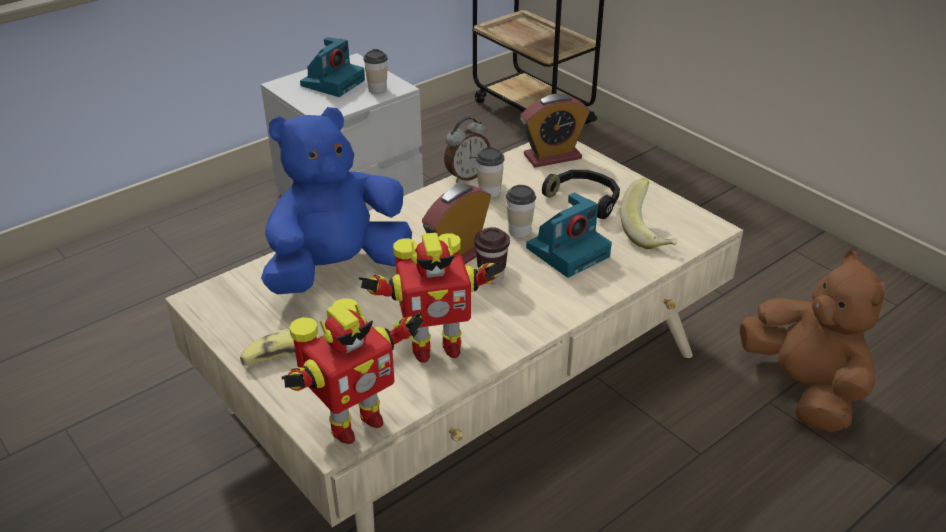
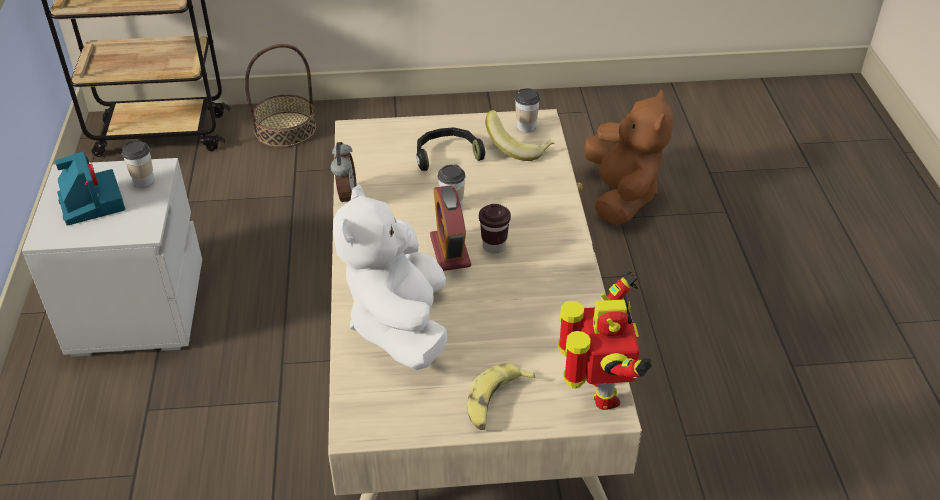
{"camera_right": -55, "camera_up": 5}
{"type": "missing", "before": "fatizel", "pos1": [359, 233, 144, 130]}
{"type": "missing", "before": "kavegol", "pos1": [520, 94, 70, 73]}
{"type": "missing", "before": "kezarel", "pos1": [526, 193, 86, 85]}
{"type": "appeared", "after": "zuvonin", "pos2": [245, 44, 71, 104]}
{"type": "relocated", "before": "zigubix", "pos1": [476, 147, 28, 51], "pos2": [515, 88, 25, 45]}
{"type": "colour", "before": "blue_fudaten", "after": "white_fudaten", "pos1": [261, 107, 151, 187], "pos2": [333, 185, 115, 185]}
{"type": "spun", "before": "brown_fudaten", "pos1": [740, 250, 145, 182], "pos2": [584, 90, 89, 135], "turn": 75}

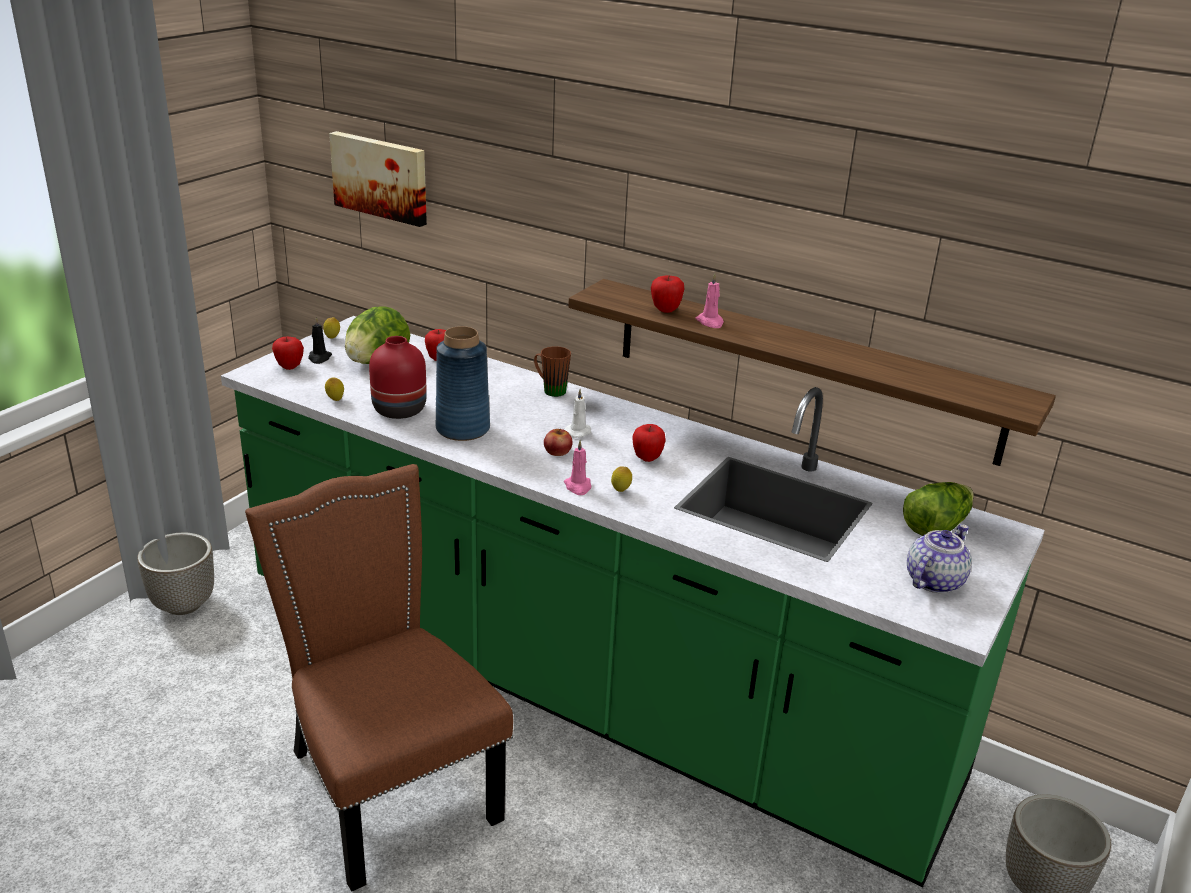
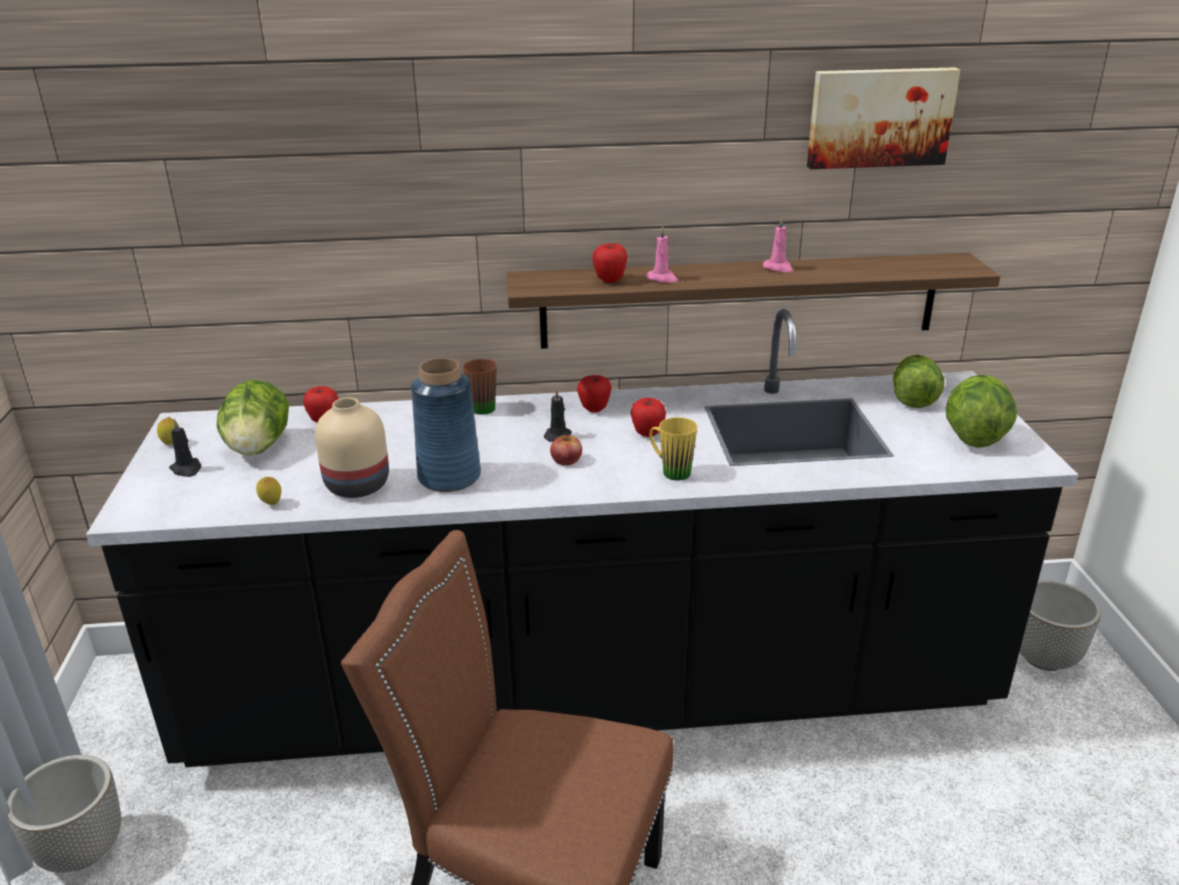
{"camera_right": -35, "camera_up": 0}
{"type": "relocated", "before": "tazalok", "pos1": [272, 337, 32, 33], "pos2": [577, 375, 34, 38]}
{"type": "relocated", "before": "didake", "pos1": [329, 131, 98, 96], "pos2": [807, 67, 153, 102]}
{"type": "relocated", "before": "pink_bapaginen", "pos1": [564, 440, 27, 55], "pos2": [763, 217, 30, 55]}
{"type": "exchanged", "before": "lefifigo", "after": "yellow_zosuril", "pos1": [611, 467, 21, 25], "pos2": [649, 417, 49, 63]}
{"type": "exchanged", "before": "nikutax", "after": "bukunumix", "pos1": [907, 524, 65, 69], "pos2": [946, 374, 71, 74]}
{"type": "colour", "before": "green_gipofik", "after": "black_gipofik", "pos1": [221, 316, 824, 571], "pos2": [86, 309, 992, 458]}
{"type": "colour", "before": "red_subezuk", "after": "beige_subezuk", "pos1": [369, 336, 58, 83], "pos2": [315, 397, 74, 101]}
{"type": "colour", "before": "white_bapaginen", "after": "black_bapaginen", "pos1": [564, 389, 27, 49], "pos2": [544, 388, 27, 53]}

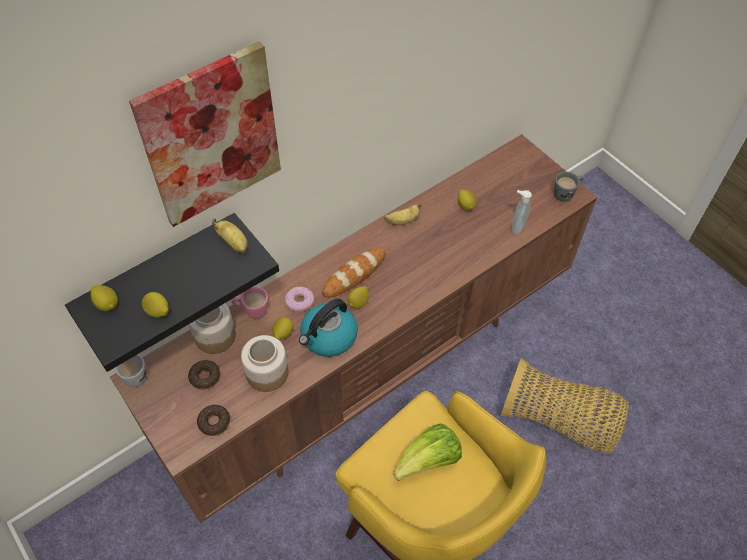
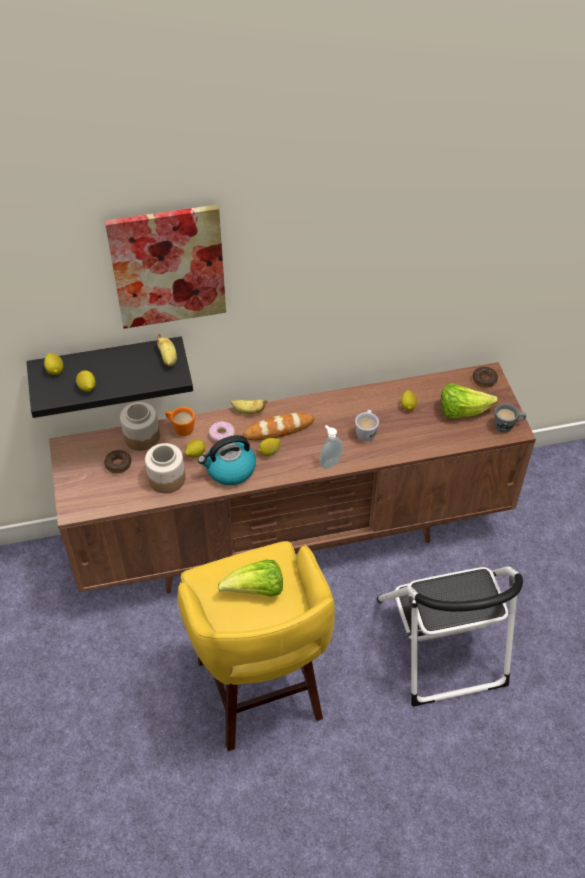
{"camera_right": 25, "camera_up": -5}
{"type": "appeared", "after": "bukunumix", "pos2": [441, 383, 57, 36]}
{"type": "relocated", "before": "white_zosuril", "pos1": [115, 354, 32, 33], "pos2": [355, 410, 24, 32]}
{"type": "relocated", "before": "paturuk", "pos1": [197, 405, 33, 31], "pos2": [472, 367, 26, 21]}
{"type": "relocated", "before": "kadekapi", "pos1": [384, 203, 38, 22], "pos2": [230, 400, 37, 14]}
{"type": "relocated", "before": "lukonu", "pos1": [512, 190, 20, 44], "pos2": [320, 425, 23, 44]}
{"type": "exchanged", "before": "zuvonin", "after": "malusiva", "pos1": [501, 358, 128, 95], "pos2": [377, 567, 146, 139]}
{"type": "colour", "before": "pink_zosuril", "after": "orange_zosuril", "pos1": [231, 287, 37, 32], "pos2": [165, 407, 30, 29]}

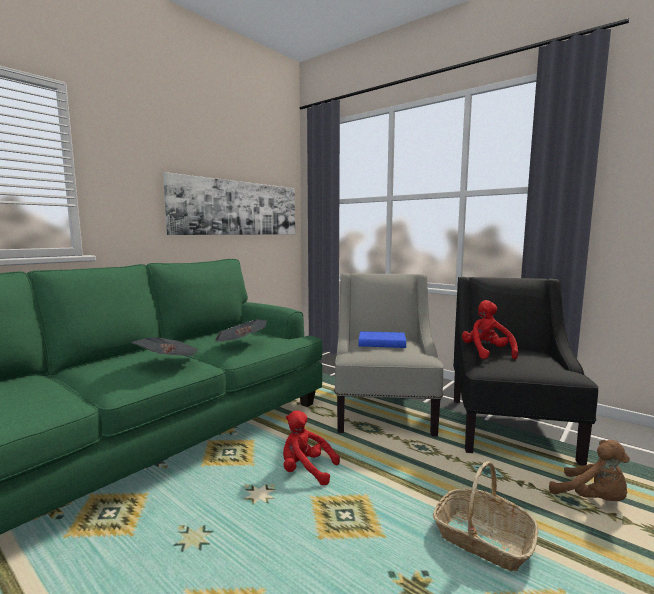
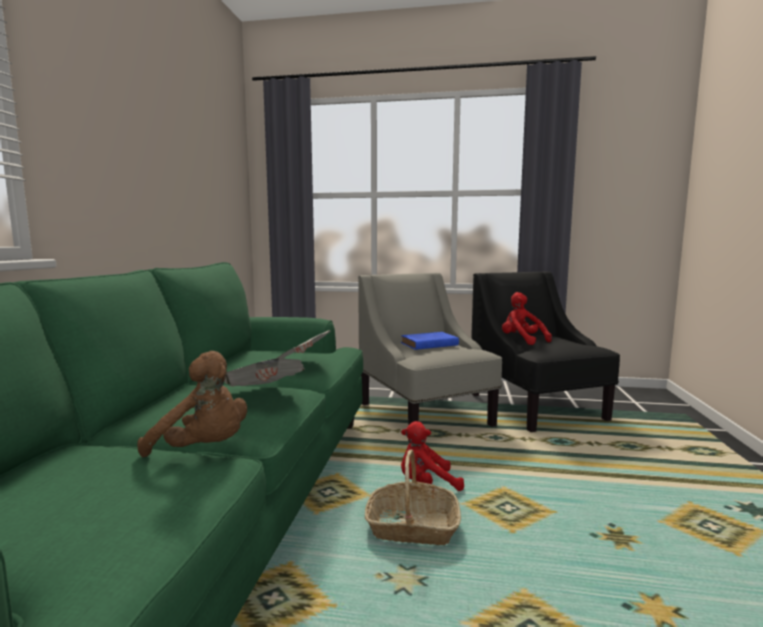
{"camera_right": -30, "camera_up": 0}
{"type": "missing", "before": "didake", "pos1": [163, 172, 132, 63]}
{"type": "relocated", "before": "zuvonin", "pos1": [433, 461, 105, 110], "pos2": [365, 449, 96, 96]}
{"type": "relocated", "before": "brown_fudaten", "pos1": [549, 440, 81, 61], "pos2": [137, 351, 110, 106]}

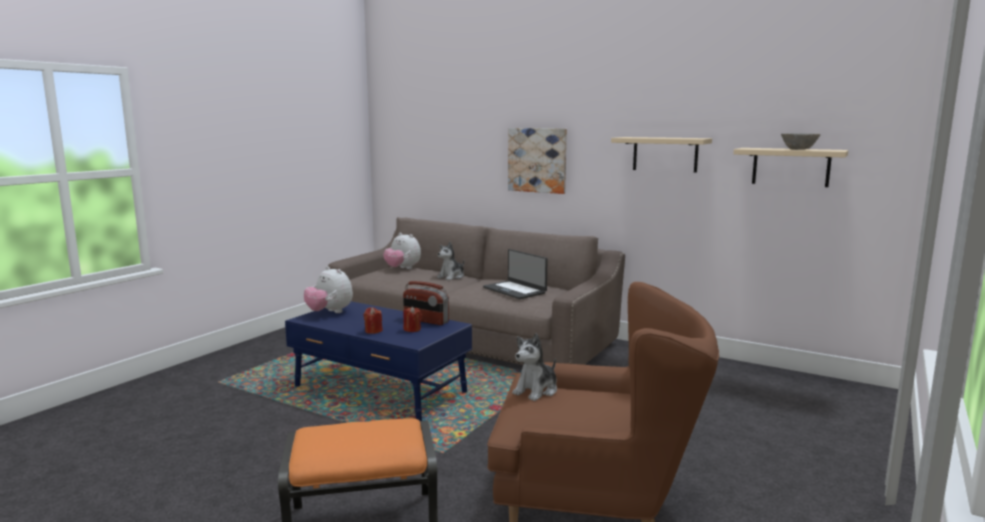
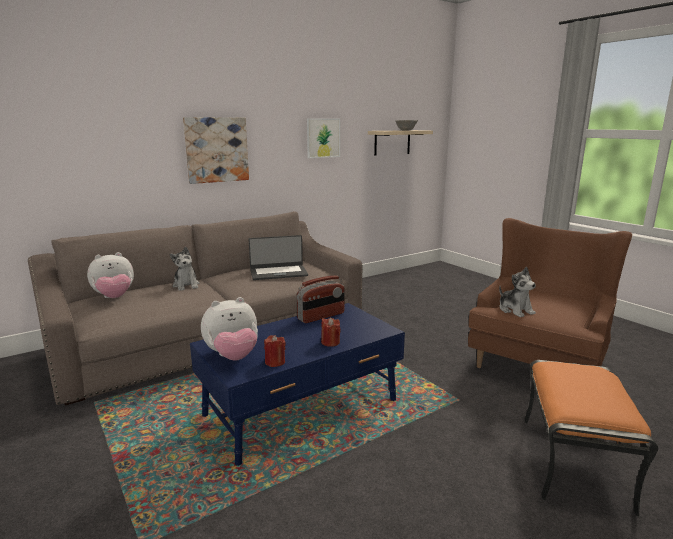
{"camera_right": -65, "camera_up": 5}
{"type": "relocated", "before": "red_bapaginen", "pos1": [403, 307, 19, 25], "pos2": [264, 335, 22, 32]}
{"type": "exchanged", "before": "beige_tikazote", "after": "didake", "pos1": [611, 137, 101, 36], "pos2": [307, 118, 33, 40]}

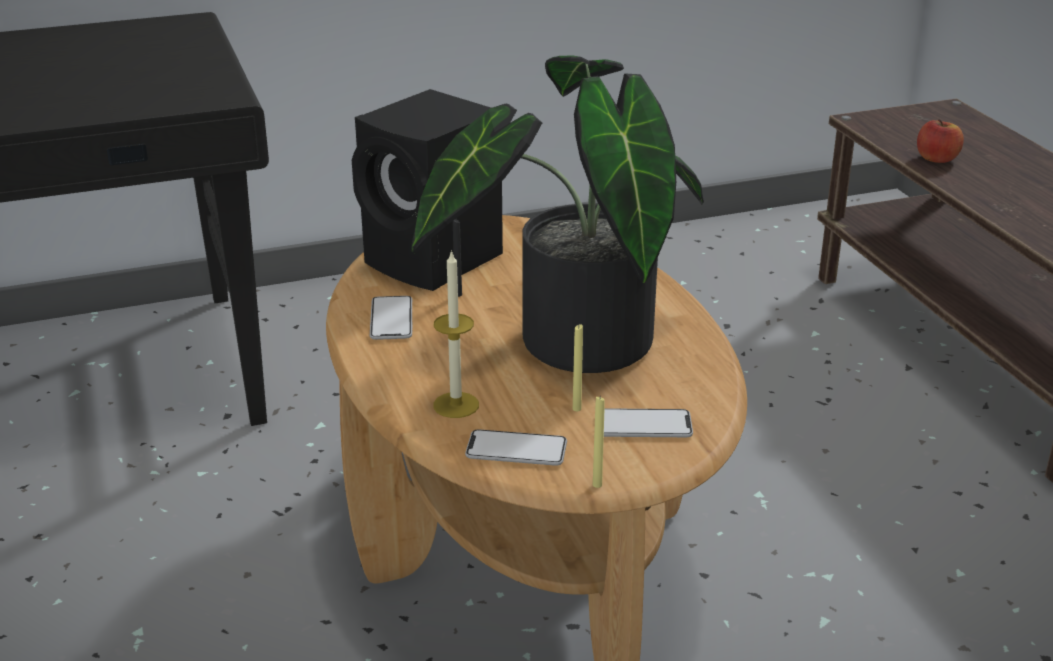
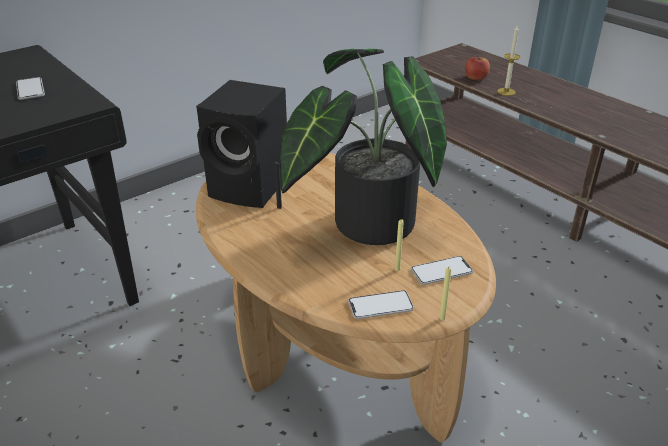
{"camera_right": -20, "camera_up": 5}
{"type": "relocated", "before": "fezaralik", "pos1": [370, 296, 42, 44], "pos2": [16, 77, 29, 23]}
{"type": "relocated", "before": "bapaginen", "pos1": [433, 250, 46, 168], "pos2": [497, 26, 23, 70]}

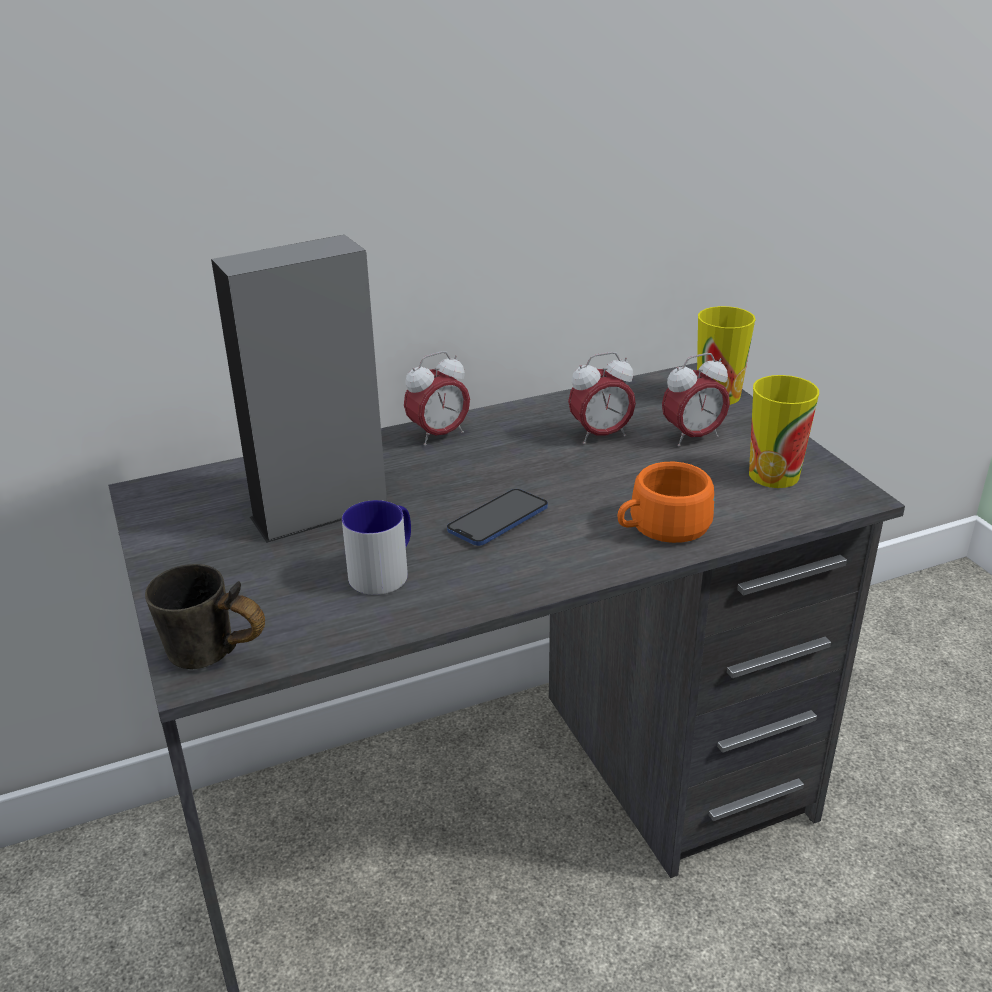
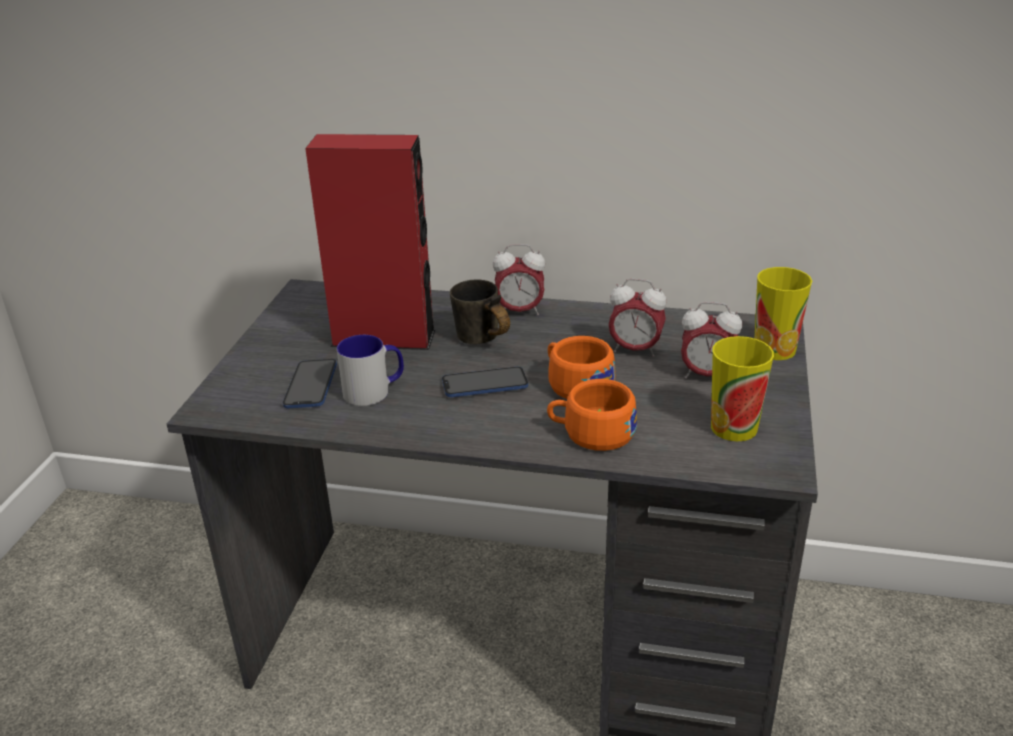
{"camera_right": 35, "camera_up": 0}
{"type": "appeared", "after": "fezaralik", "pos2": [283, 359, 54, 49]}
{"type": "appeared", "after": "orange_zigubix", "pos2": [548, 336, 67, 63]}
{"type": "relocated", "before": "grey_zosuril", "pos1": [145, 564, 120, 106], "pos2": [450, 279, 60, 65]}
{"type": "colour", "before": "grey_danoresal", "after": "red_danoresal", "pos1": [211, 235, 176, 308], "pos2": [305, 134, 130, 216]}

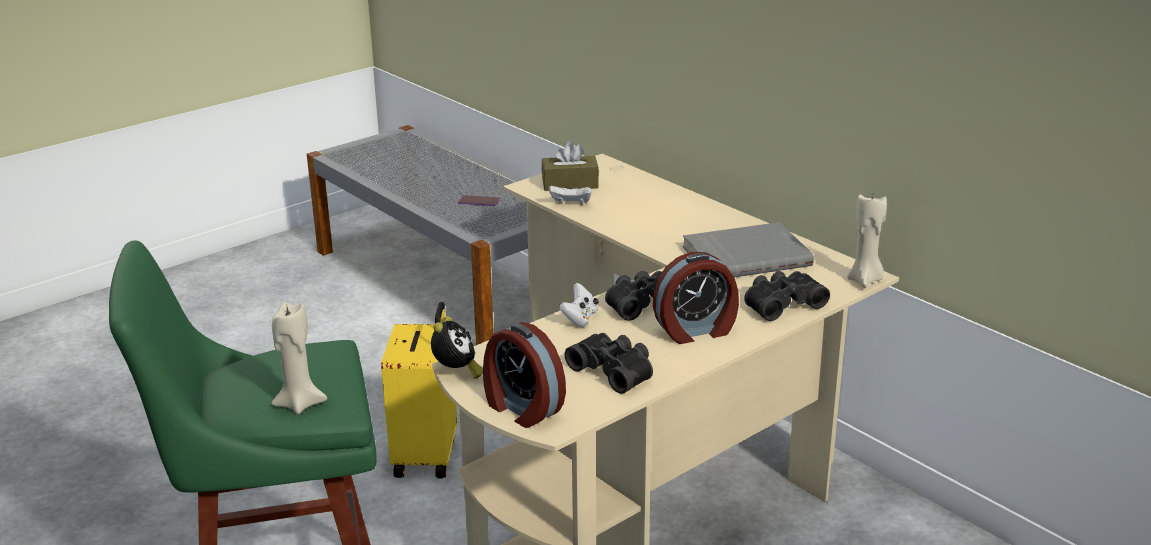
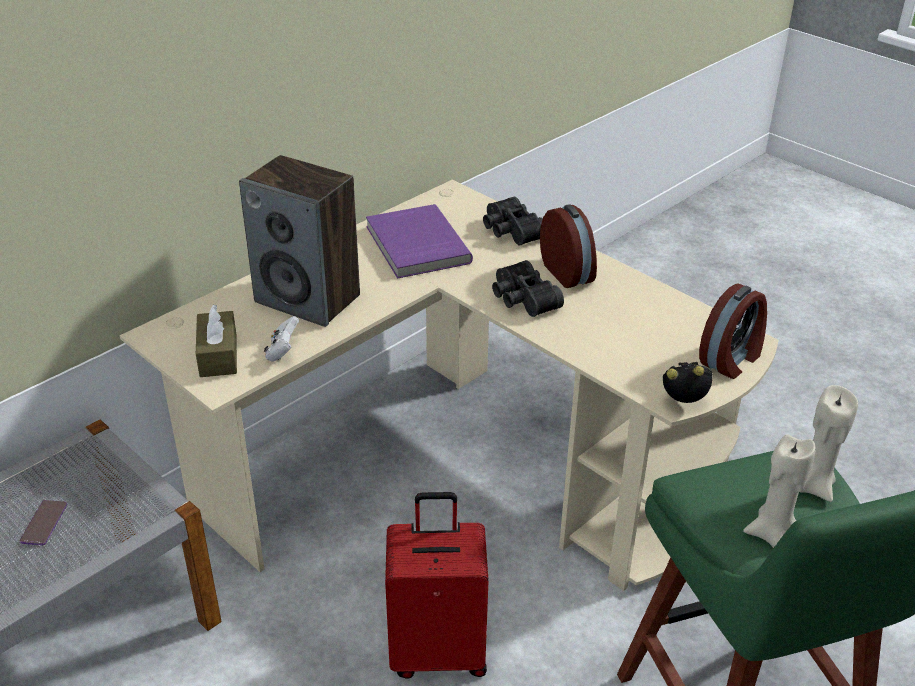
{"camera_right": -95, "camera_up": 10}
{"type": "missing", "before": "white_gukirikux", "pos1": [559, 283, 40, 44]}
{"type": "missing", "before": "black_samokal", "pos1": [565, 333, 88, 61]}
{"type": "appeared", "after": "danoresal", "pos2": [239, 155, 121, 172]}
{"type": "relocated", "before": "beige_bapaginen", "pos1": [847, 194, 40, 94], "pos2": [743, 434, 73, 114]}
{"type": "colour", "before": "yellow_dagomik", "after": "red_dagomik", "pos1": [381, 302, 76, 177], "pos2": [385, 492, 104, 187]}
{"type": "colour", "before": "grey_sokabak", "after": "purple_sokabak", "pos1": [683, 222, 131, 55], "pos2": [366, 204, 107, 75]}

